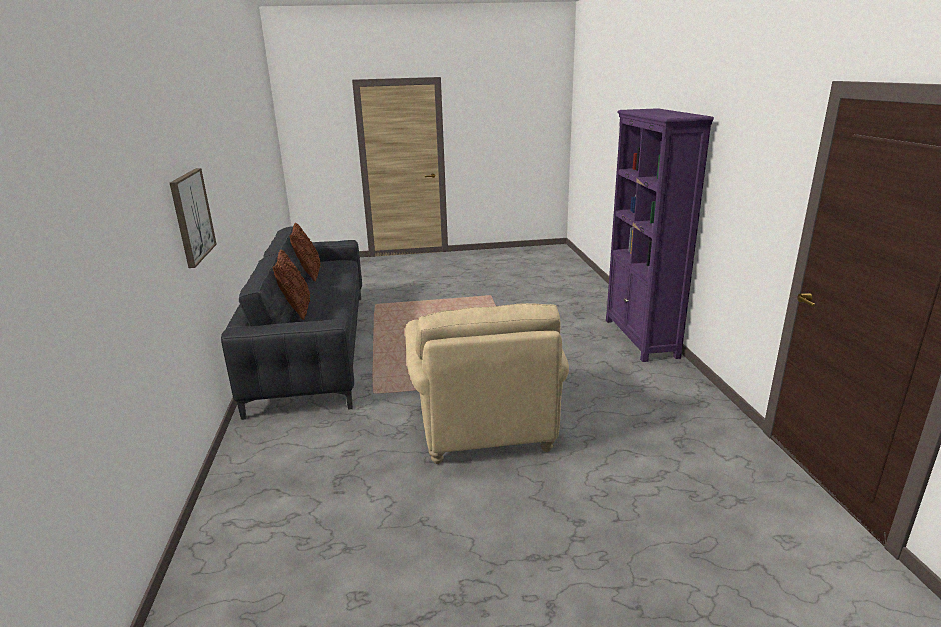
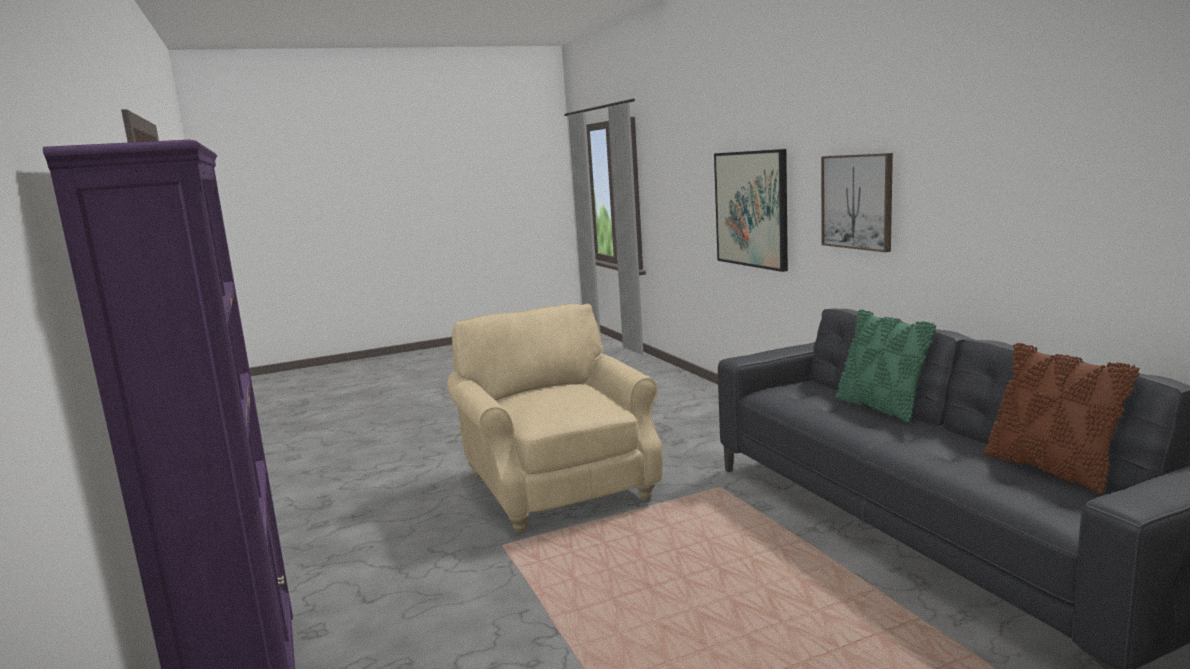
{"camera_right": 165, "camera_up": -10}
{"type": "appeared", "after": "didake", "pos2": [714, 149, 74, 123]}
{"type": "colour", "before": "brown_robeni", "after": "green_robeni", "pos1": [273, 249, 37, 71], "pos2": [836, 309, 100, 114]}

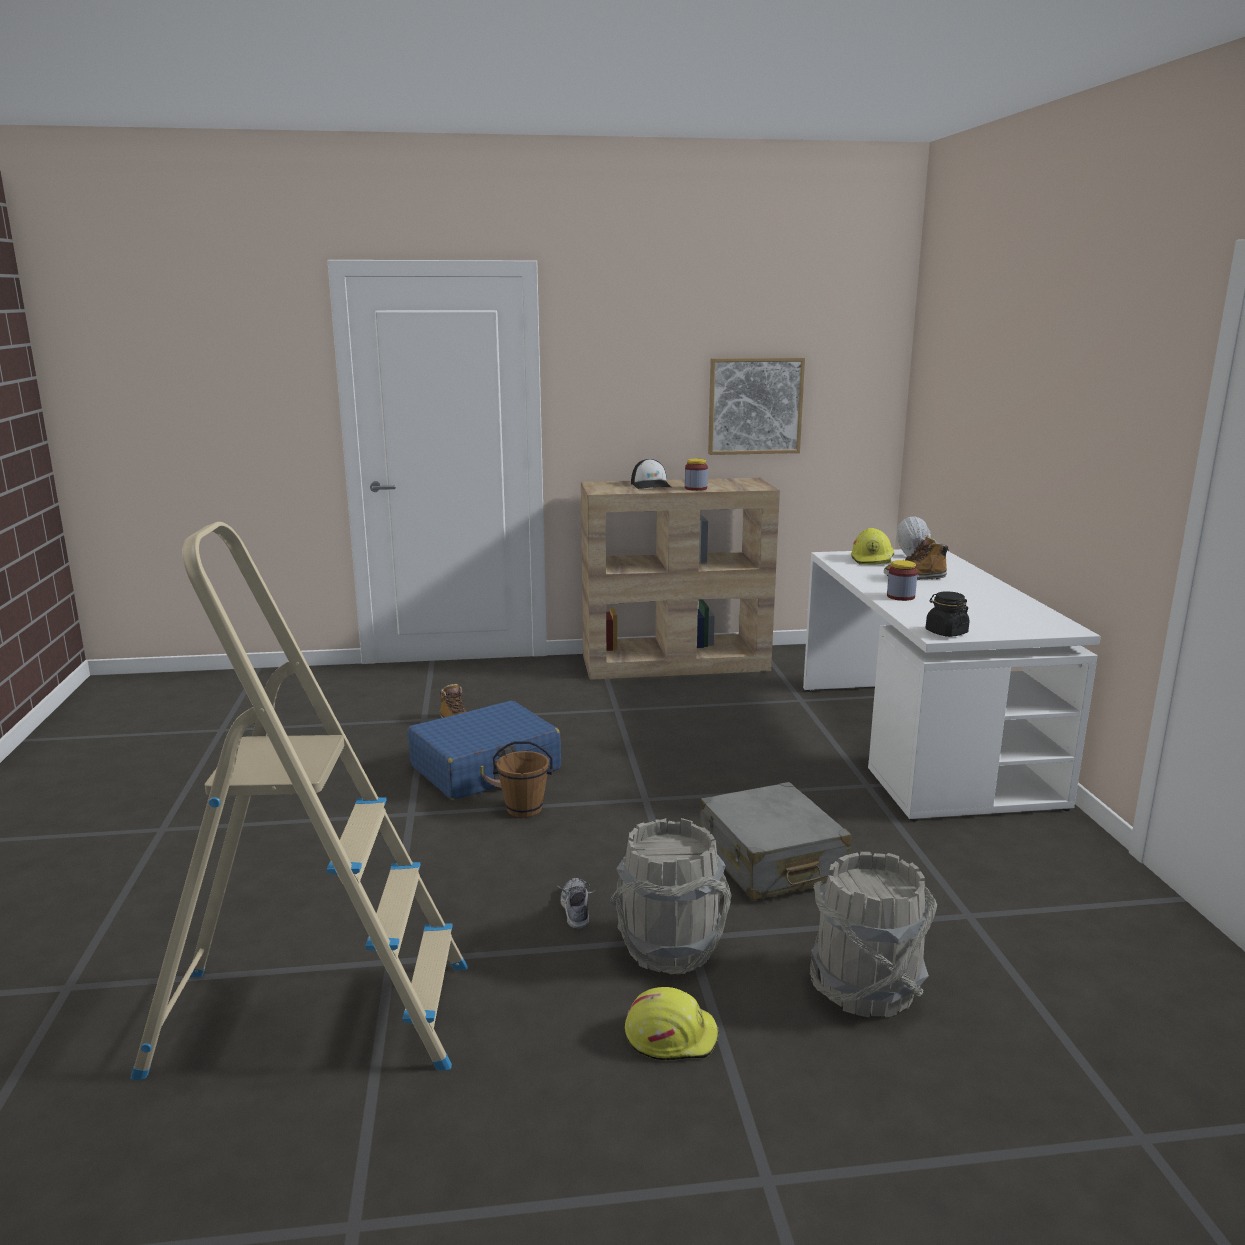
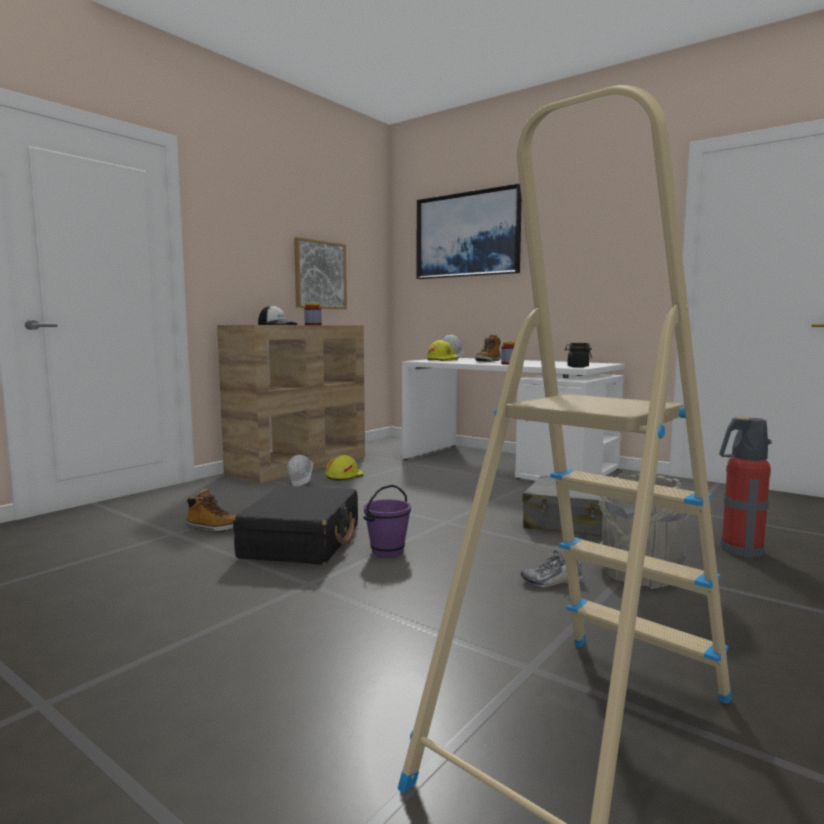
{"camera_right": -45, "camera_up": -10}
{"type": "appeared", "after": "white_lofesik", "pos2": [287, 455, 26, 31]}
{"type": "appeared", "after": "didake", "pos2": [417, 184, 105, 95]}
{"type": "relocated", "before": "yellow_lofesik", "pos1": [625, 987, 94, 73], "pos2": [325, 455, 38, 26]}
{"type": "exchanged", "before": "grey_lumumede", "after": "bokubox", "pos1": [810, 852, 127, 166], "pos2": [719, 416, 53, 142]}
{"type": "colour", "before": "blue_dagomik", "after": "black_dagomik", "pos1": [407, 701, 154, 99], "pos2": [233, 485, 125, 80]}
{"type": "colour", "before": "brown_lumumede", "after": "purple_lumumede", "pos1": [493, 741, 60, 77], "pos2": [363, 485, 48, 72]}
{"type": "spun", "before": "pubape", "pos1": [556, 878, 39, 51], "pos2": [521, 550, 62, 38], "turn": -45}

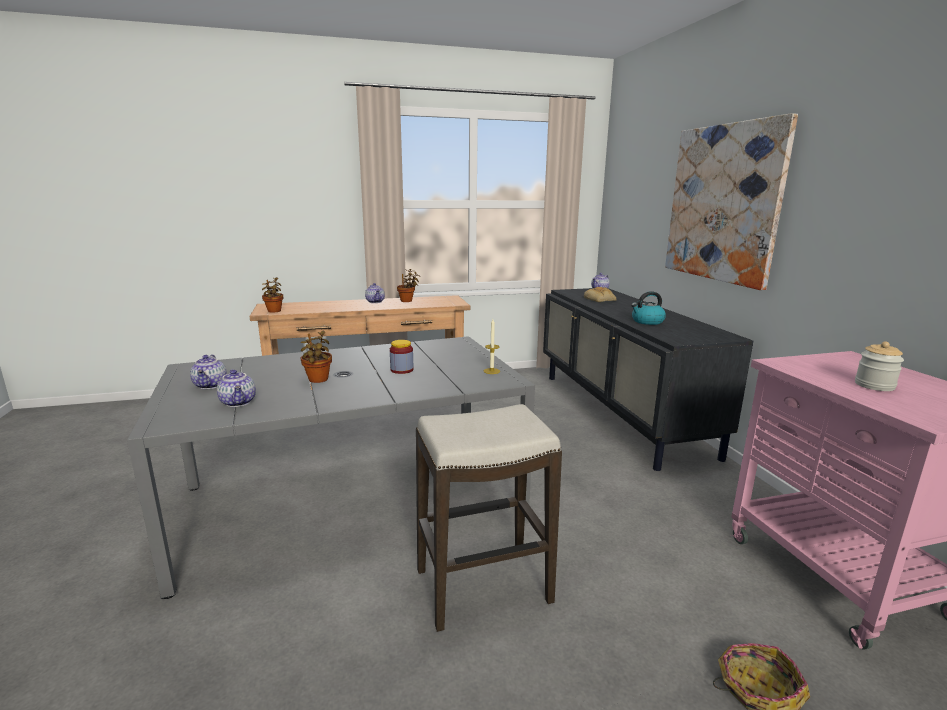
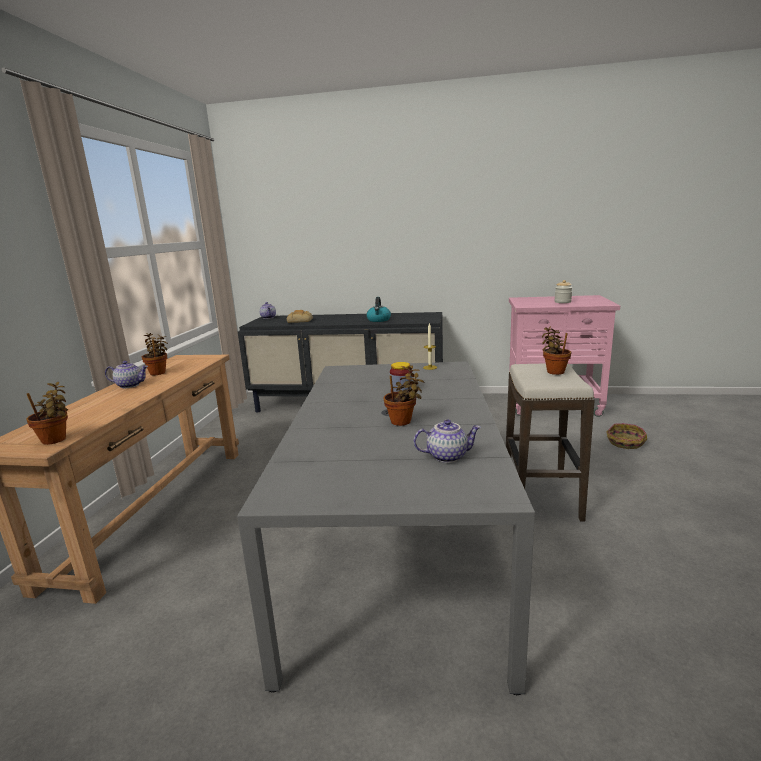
{"camera_right": -65, "camera_up": 0}
{"type": "missing", "before": "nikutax", "pos1": [190, 355, 37, 34]}
{"type": "missing", "before": "didake", "pos1": [665, 113, 133, 177]}
{"type": "appeared", "after": "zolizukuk", "pos2": [542, 327, 29, 48]}

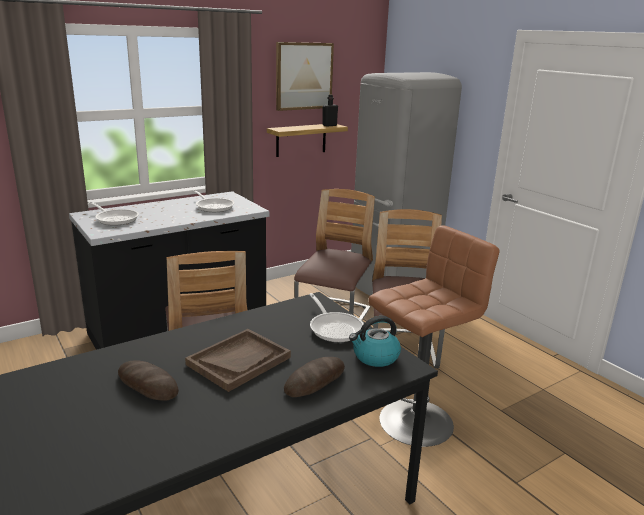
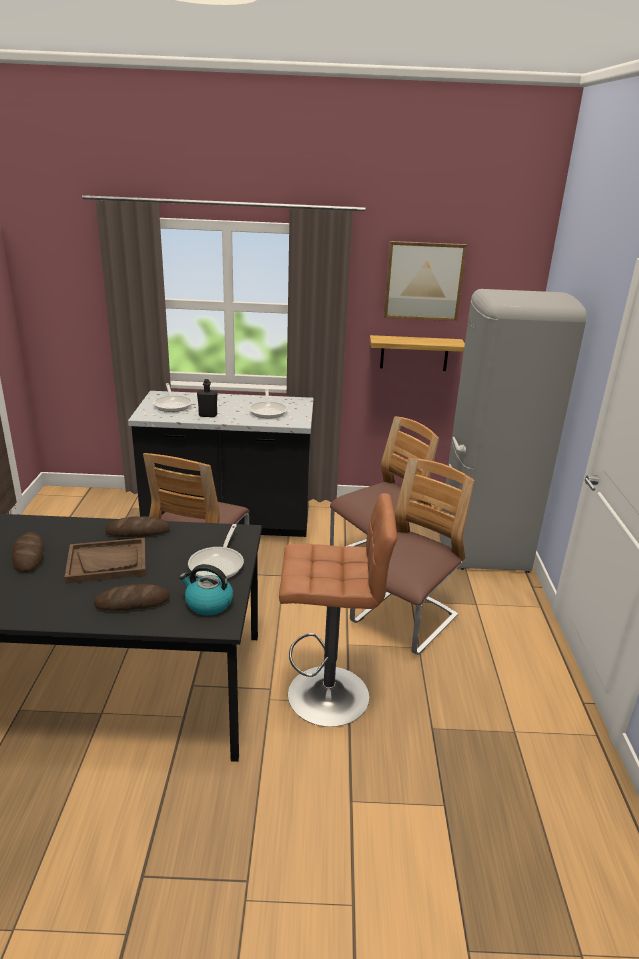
{"camera_right": 35, "camera_up": 5}
{"type": "appeared", "after": "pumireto", "pos2": [105, 516, 65, 21]}
{"type": "relocated", "before": "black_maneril", "pos1": [322, 95, 16, 32], "pos2": [197, 379, 21, 38]}

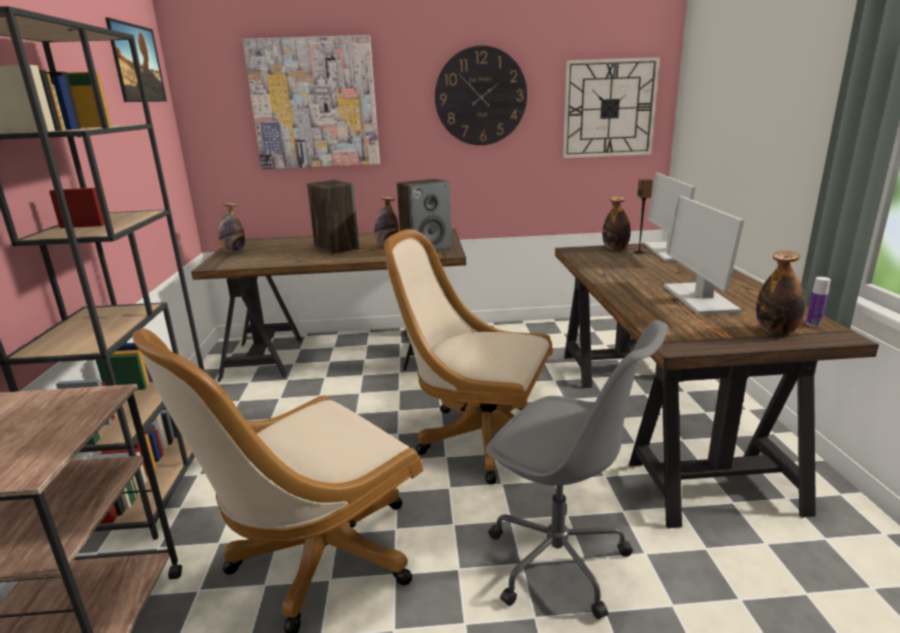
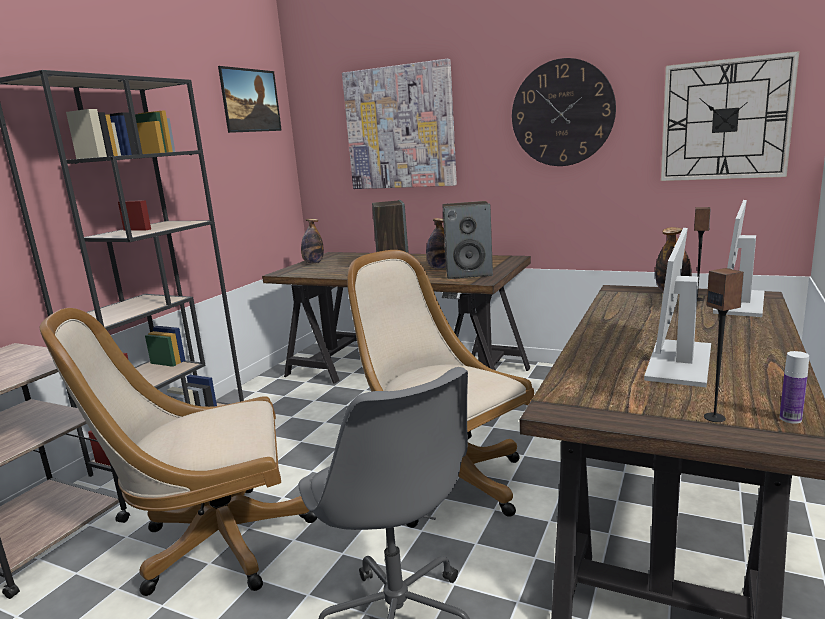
{"camera_right": 30, "camera_up": -5}
{"type": "exchanged", "before": "maneril", "after": "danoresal", "pos1": [756, 251, 49, 84], "pos2": [704, 268, 40, 154]}

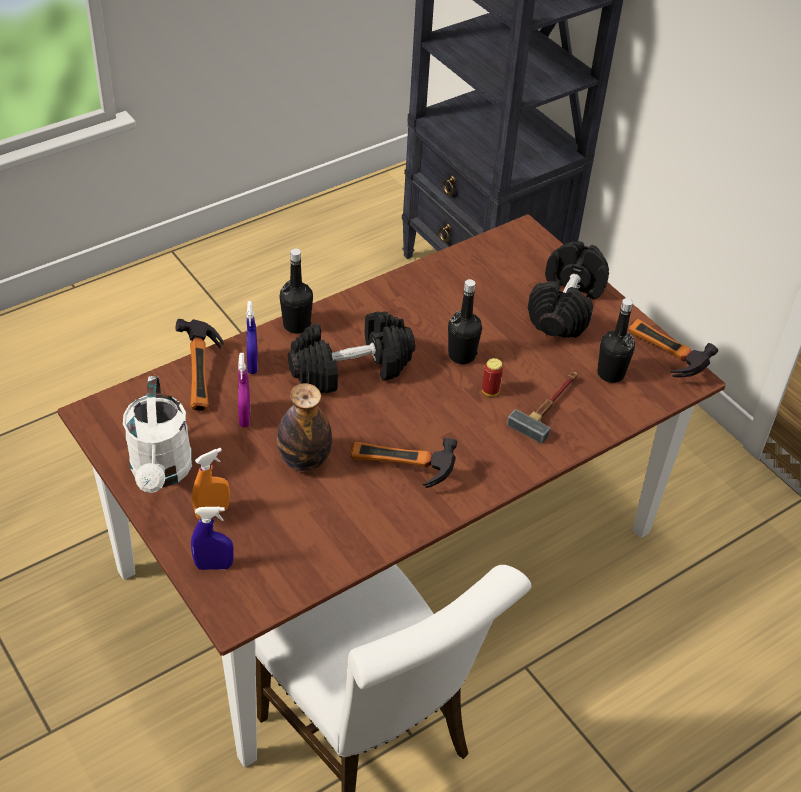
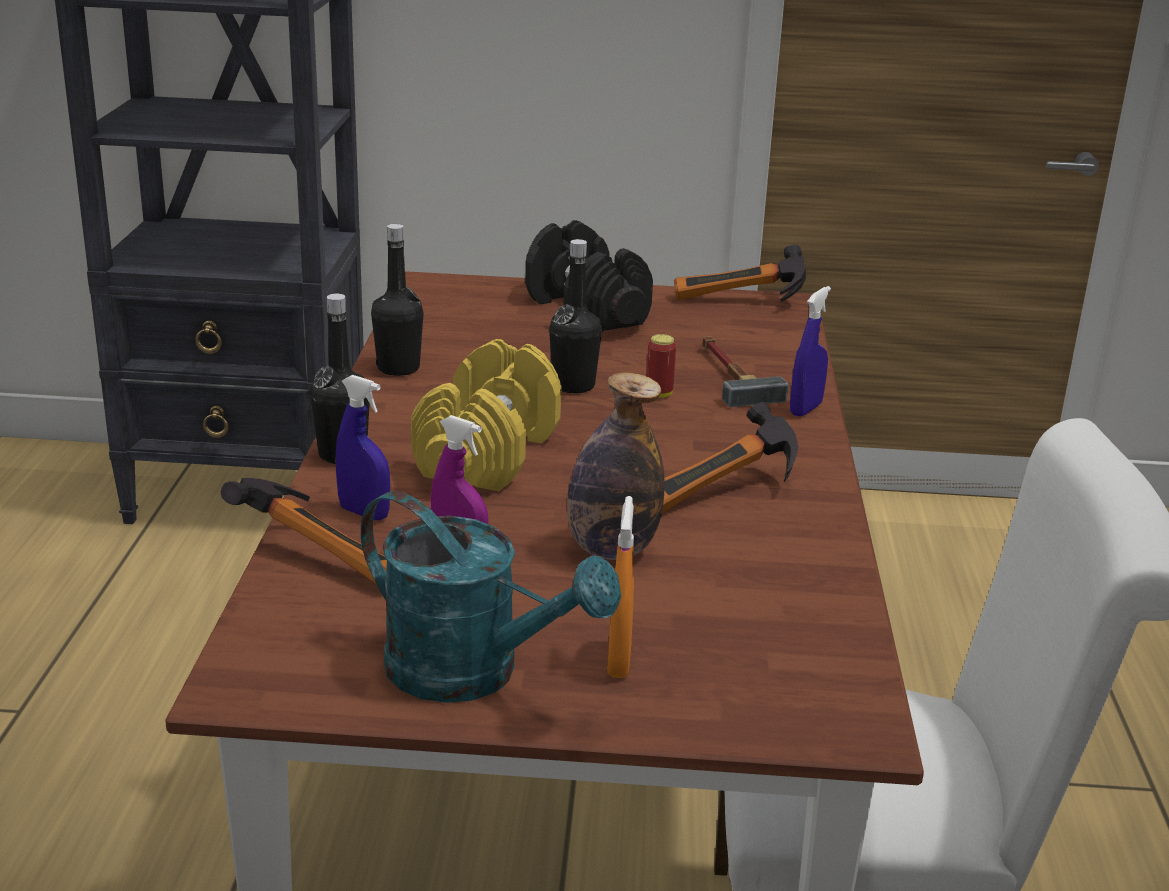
{"camera_right": -50, "camera_up": -20}
{"type": "relocated", "before": "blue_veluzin", "pos1": [191, 507, 43, 63], "pos2": [790, 286, 41, 130]}
{"type": "relocated", "before": "black_maneril", "pos1": [598, 298, 37, 85], "pos2": [371, 224, 53, 152]}
{"type": "colour", "before": "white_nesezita", "after": "turquoise_nesezita", "pos1": [123, 376, 69, 117], "pos2": [361, 491, 260, 212]}
{"type": "colour", "before": "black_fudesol", "after": "yellow_fudesol", "pos1": [288, 311, 127, 83], "pos2": [411, 339, 151, 152]}

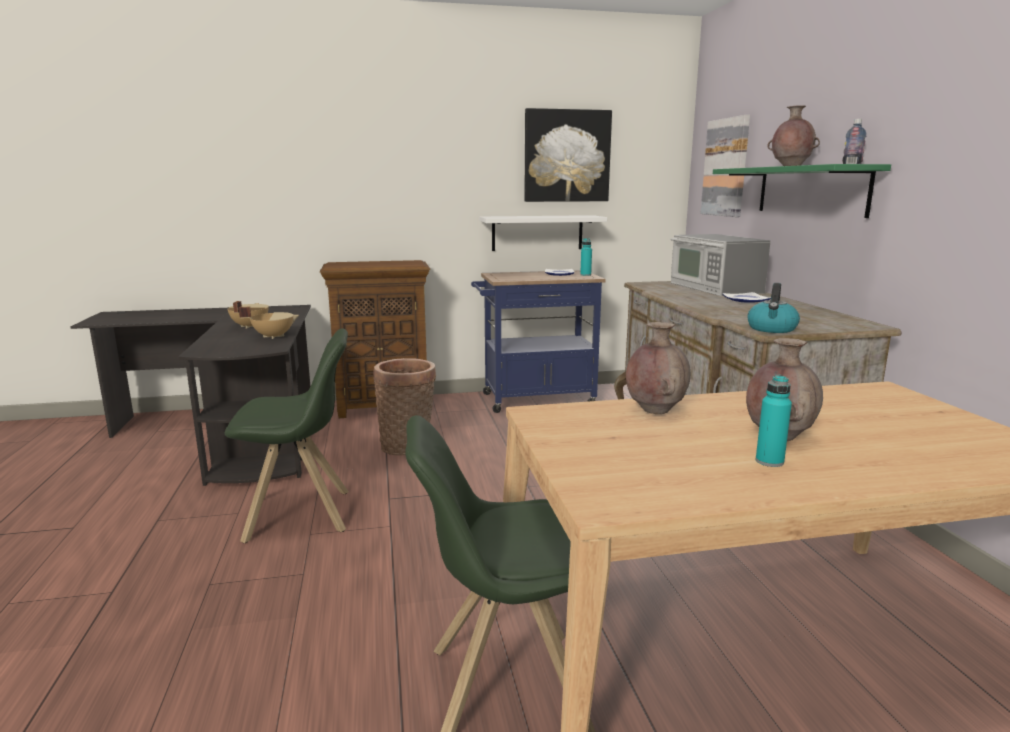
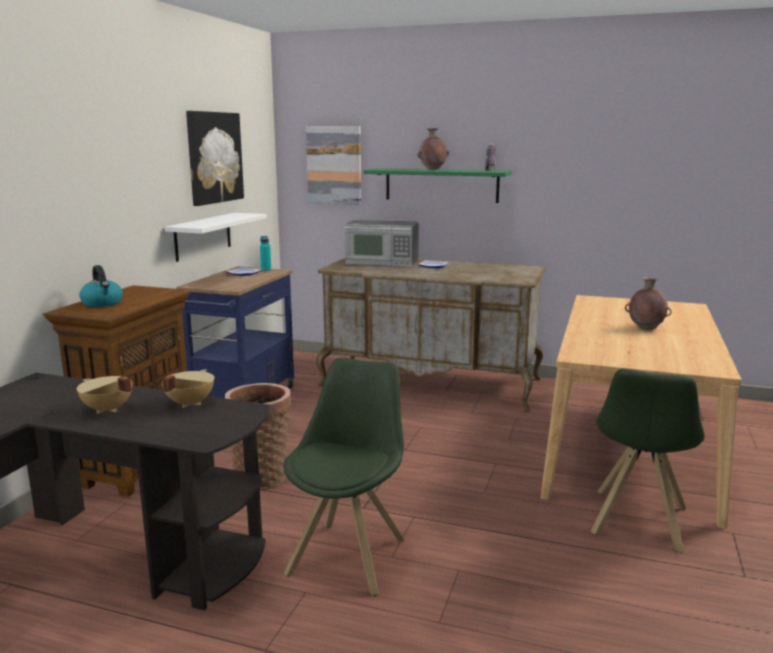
{"camera_right": -60, "camera_up": 0}
{"type": "missing", "before": "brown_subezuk", "pos1": [626, 322, 65, 92]}
{"type": "missing", "before": "turquoise_maneril", "pos1": [756, 375, 36, 92]}
{"type": "relocated", "before": "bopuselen", "pos1": [747, 283, 53, 50], "pos2": [79, 265, 44, 42]}

